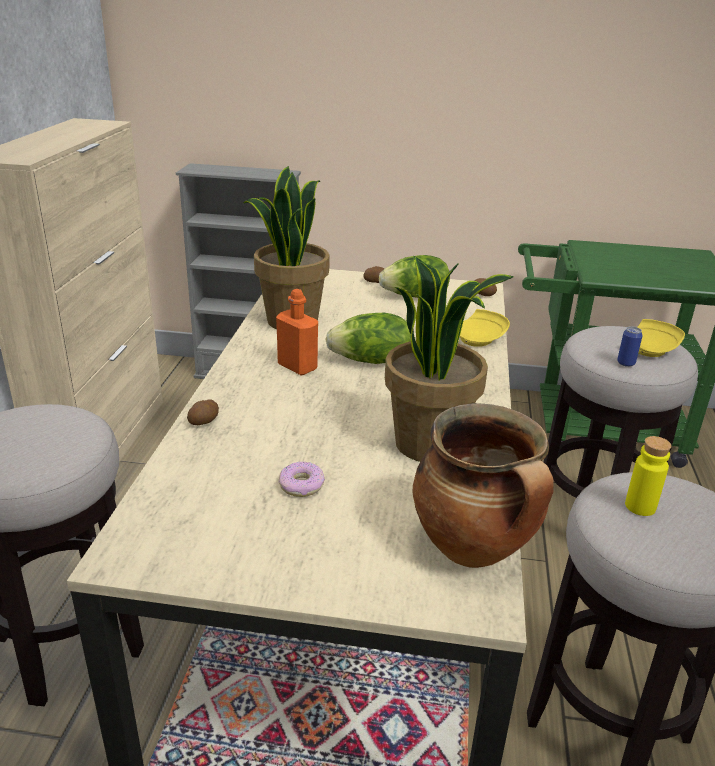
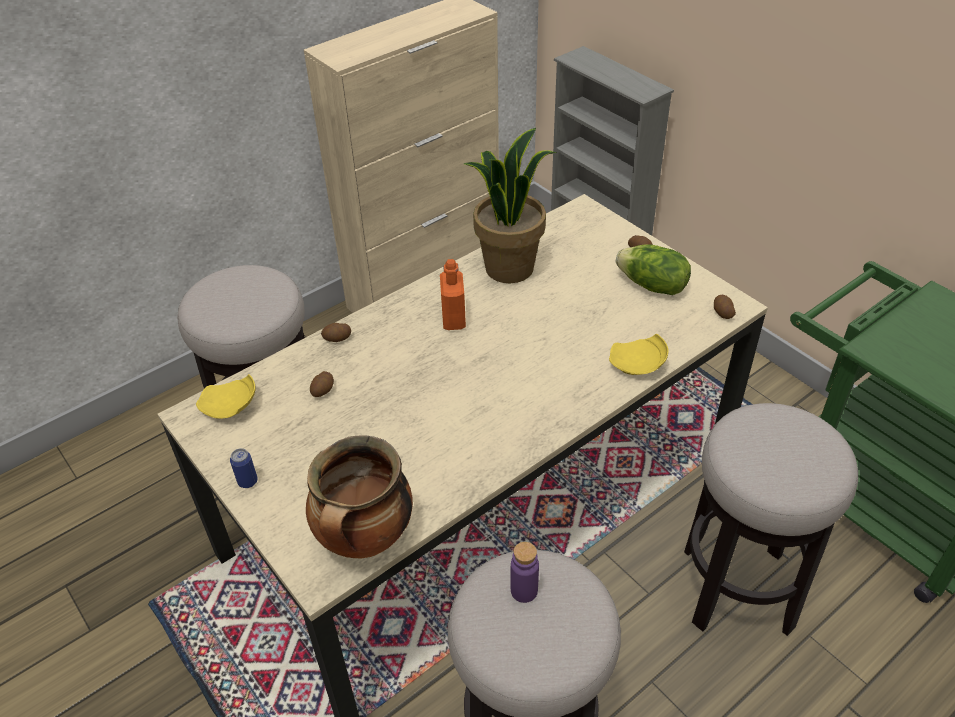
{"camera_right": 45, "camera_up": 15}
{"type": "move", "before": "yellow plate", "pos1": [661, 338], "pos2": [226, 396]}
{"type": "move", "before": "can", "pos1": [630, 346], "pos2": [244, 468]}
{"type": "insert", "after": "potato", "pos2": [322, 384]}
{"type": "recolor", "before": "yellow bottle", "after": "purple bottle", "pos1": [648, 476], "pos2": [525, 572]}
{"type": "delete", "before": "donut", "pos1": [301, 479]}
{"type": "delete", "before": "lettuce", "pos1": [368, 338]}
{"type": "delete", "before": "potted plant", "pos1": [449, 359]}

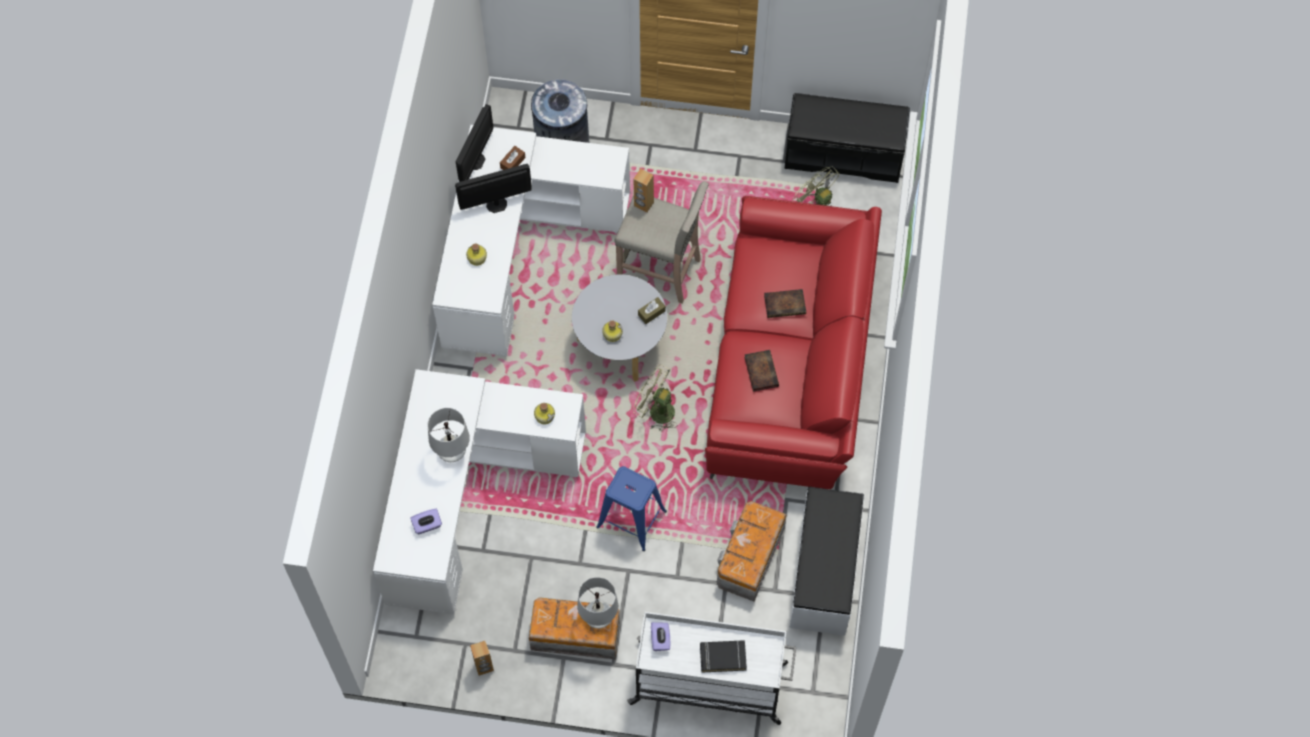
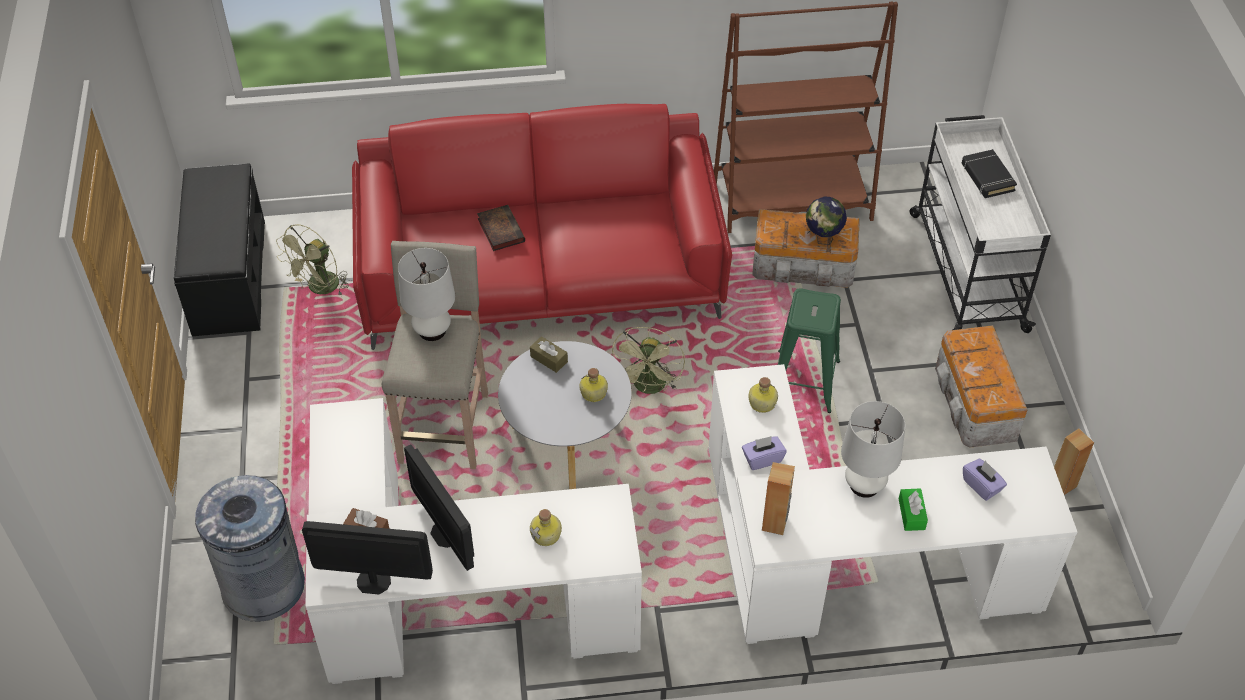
{"camera_right": -105, "camera_up": -15}
{"type": "move", "before": "white table lamp", "pos1": [597, 603], "pos2": [426, 294]}
{"type": "replace", "before": "white bench", "after": "brown bookcase", "pos1": [827, 561], "pos2": [806, 117]}
{"type": "move", "before": "purple tissue box", "pos1": [660, 636], "pos2": [764, 453]}
{"type": "move", "before": "brown speaker", "pos1": [644, 191], "pos2": [778, 498]}
{"type": "recolor", "before": "blue stool", "after": "green stool", "pos1": [631, 508], "pos2": [809, 350]}
{"type": "insert", "after": "globe", "pos2": [826, 220]}
{"type": "insert", "after": "green tissue box", "pos2": [913, 509]}
{"type": "delete", "before": "book", "pos1": [761, 371]}

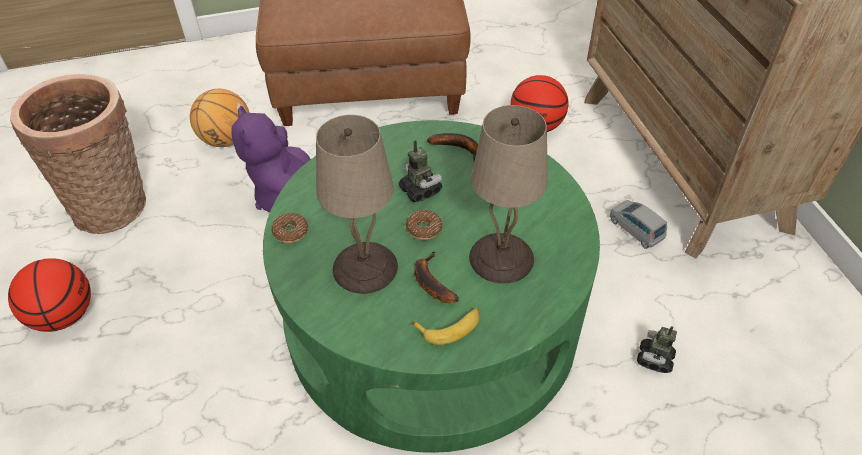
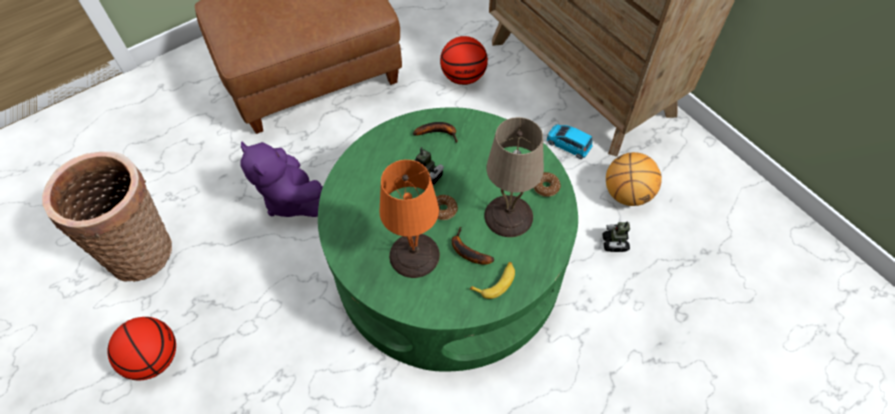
{"camera_right": -20, "camera_up": 10}
{"type": "recolor", "before": "beige table lamp", "after": "orange table lamp", "pos1": [357, 204], "pos2": [409, 219]}
{"type": "move", "before": "donut", "pos1": [290, 228], "pos2": [547, 184]}
{"type": "recolor", "before": "grey toy car", "after": "blue toy car", "pos1": [638, 224], "pos2": [570, 141]}
{"type": "move", "before": "basketball", "pos1": [219, 118], "pos2": [634, 179]}

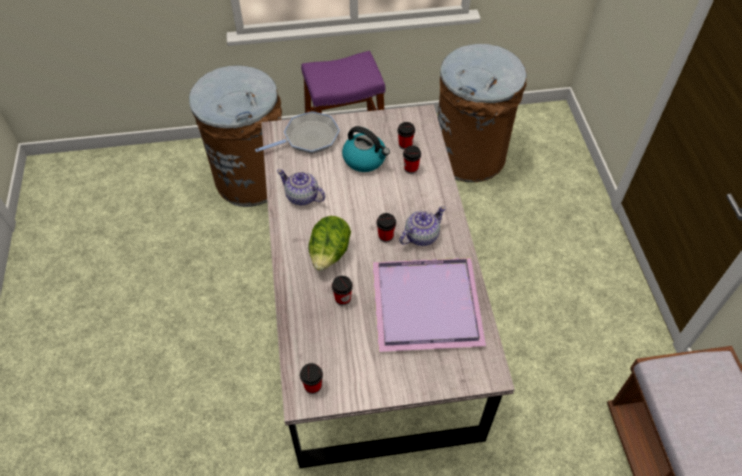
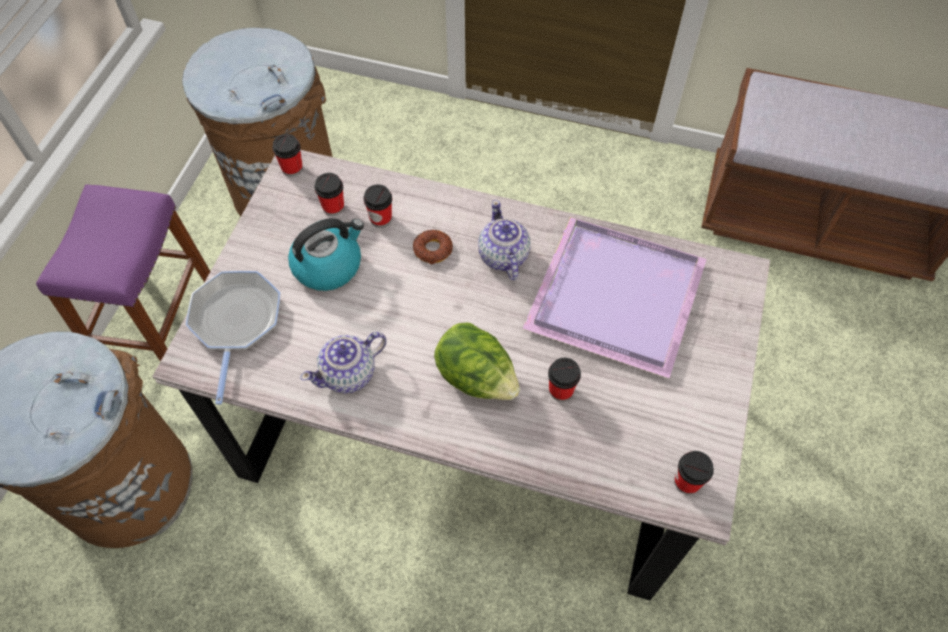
{"camera_right": -65, "camera_up": 5}
{"type": "move", "before": "cup", "pos1": [386, 227], "pos2": [287, 155]}
{"type": "insert", "after": "donut", "pos2": [433, 247]}

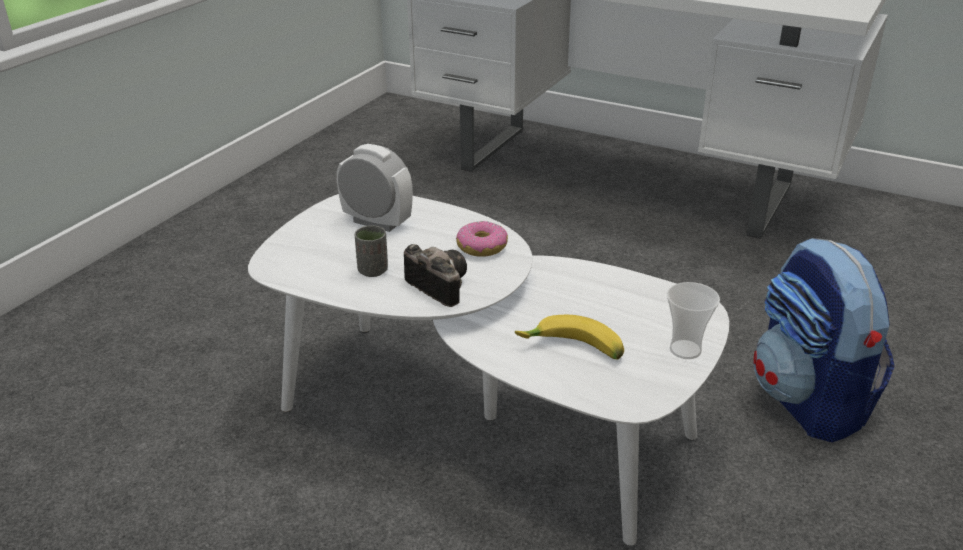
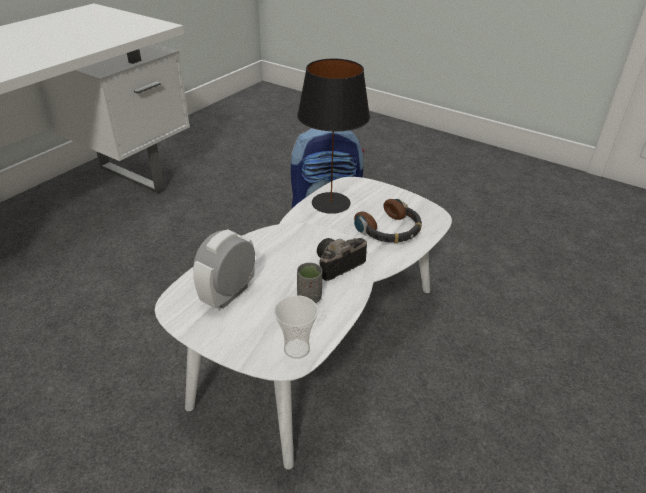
{"camera_right": -85, "camera_up": 5}
{"type": "move", "before": "cup", "pos1": [693, 320], "pos2": [296, 327]}
{"type": "insert", "after": "black table lamp", "pos2": [333, 136]}
{"type": "replace", "before": "banana", "after": "headphones", "pos1": [569, 337], "pos2": [388, 221]}
{"type": "delete", "before": "donut", "pos1": [482, 239]}

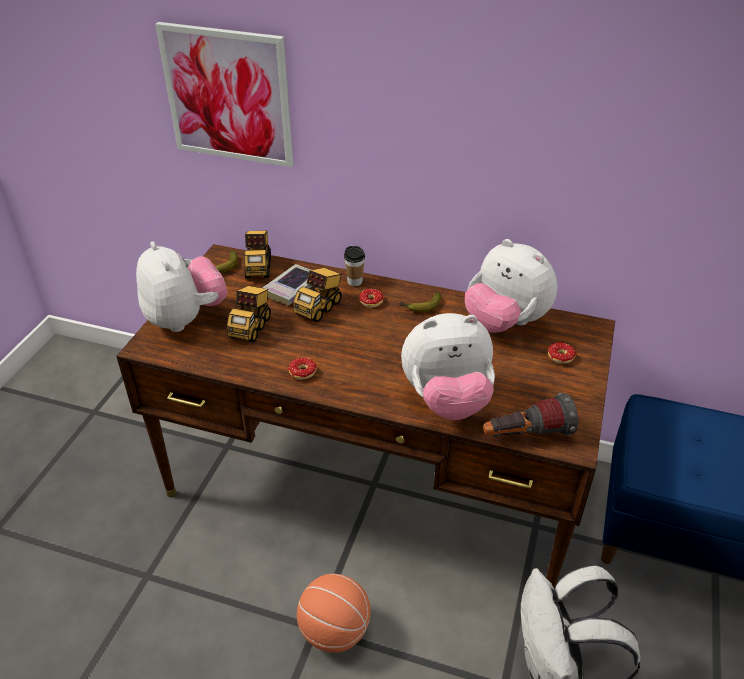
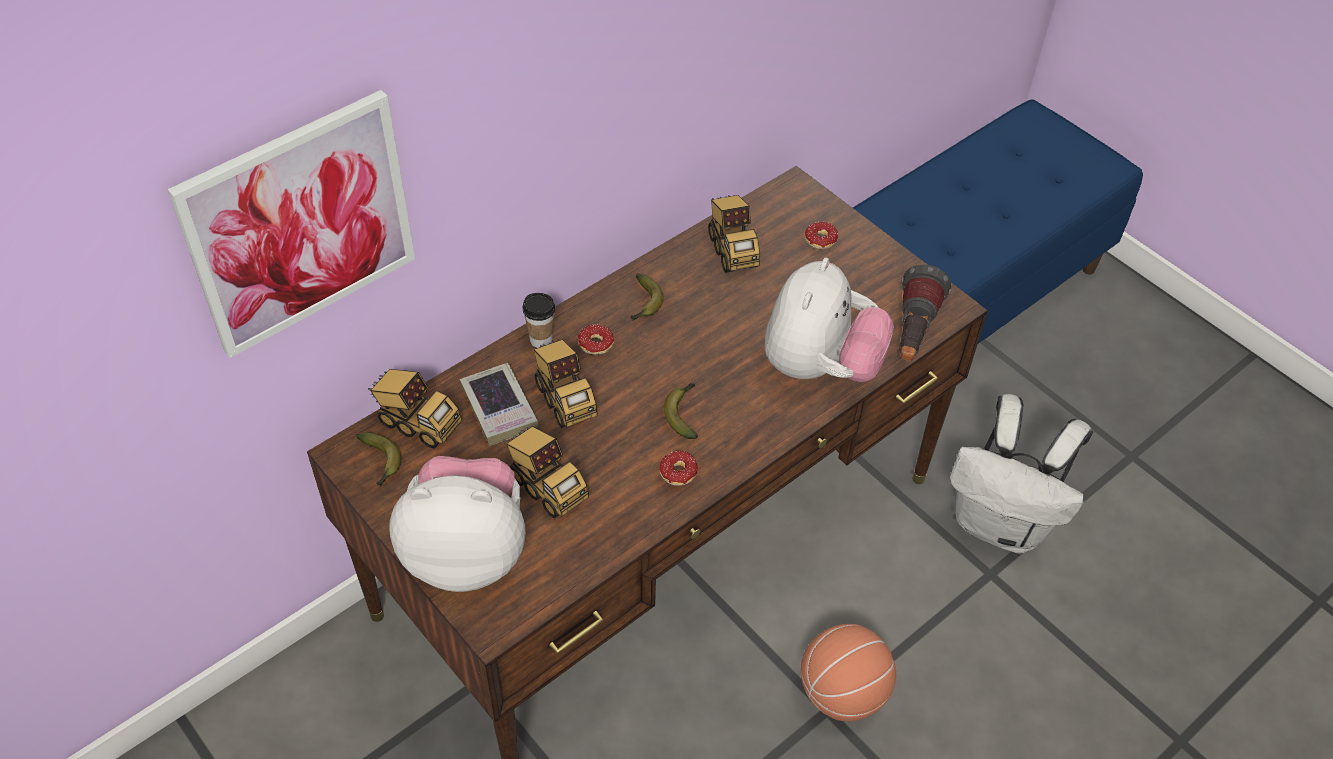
{"camera_right": -60, "camera_up": 10}
{"type": "insert", "after": "banana", "pos2": [681, 411]}
{"type": "replace", "before": "plush toy", "after": "toy truck", "pos1": [511, 286], "pos2": [734, 234]}

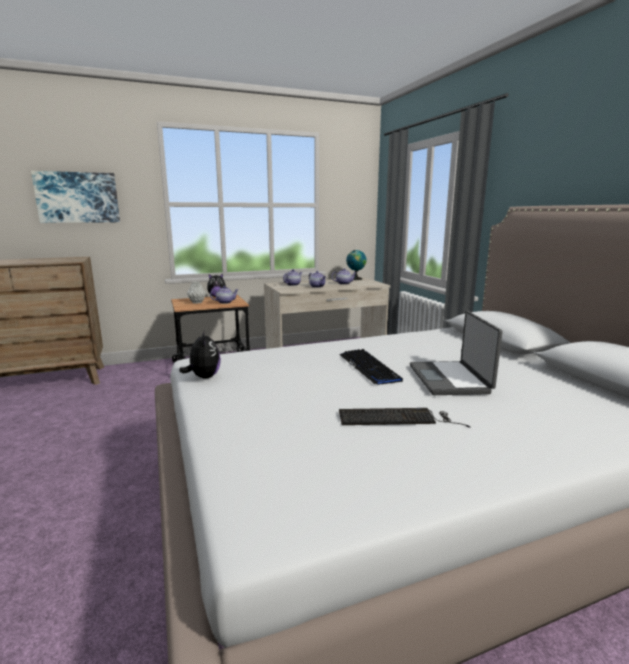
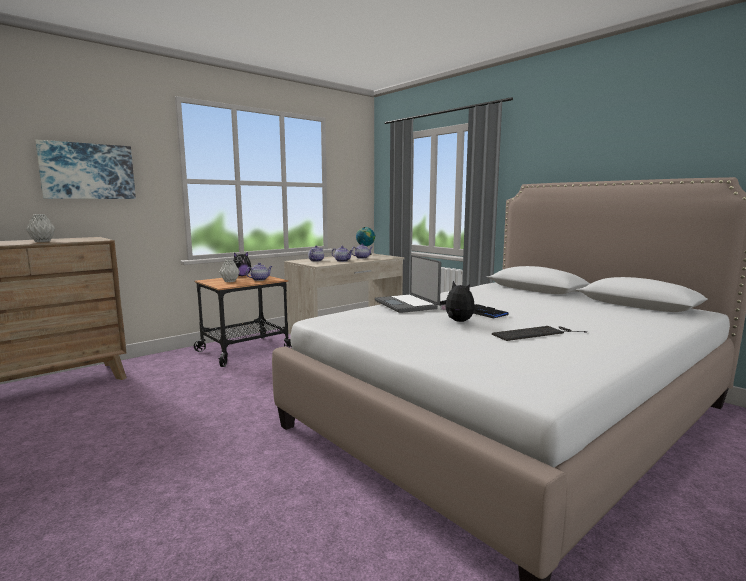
{"camera_right": -20, "camera_up": -5}
{"type": "insert", "after": "grey vase", "pos2": [41, 228]}
{"type": "move", "before": "laptop", "pos1": [456, 353], "pos2": [408, 284]}
{"type": "move", "before": "plush toy", "pos1": [200, 354], "pos2": [457, 301]}

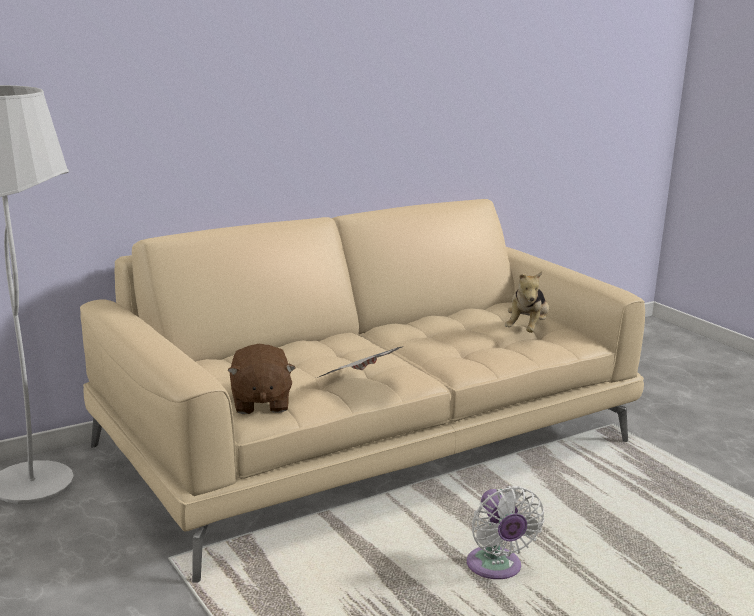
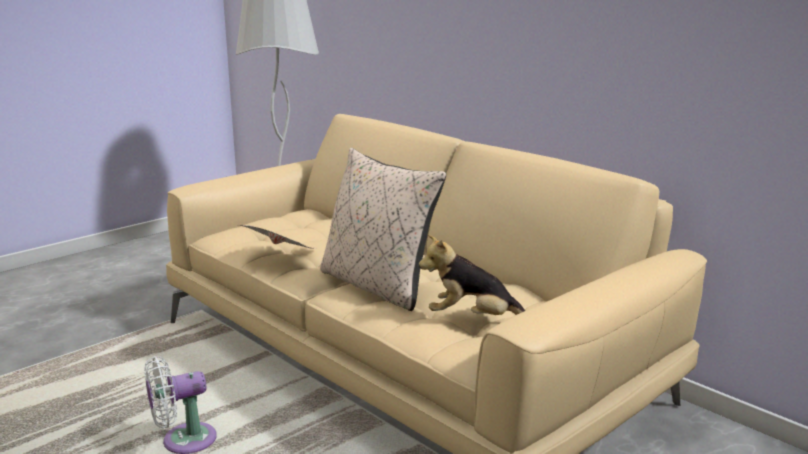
{"camera_right": 80, "camera_up": 0}
{"type": "insert", "after": "beige pillow", "pos2": [383, 229]}
{"type": "delete", "before": "brown plush toy", "pos1": [261, 379]}

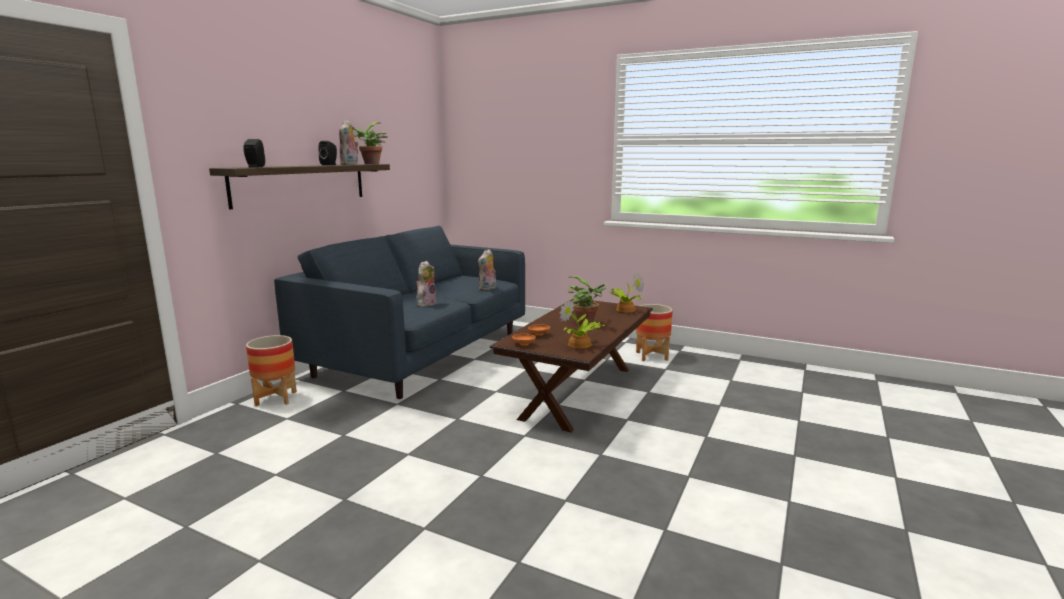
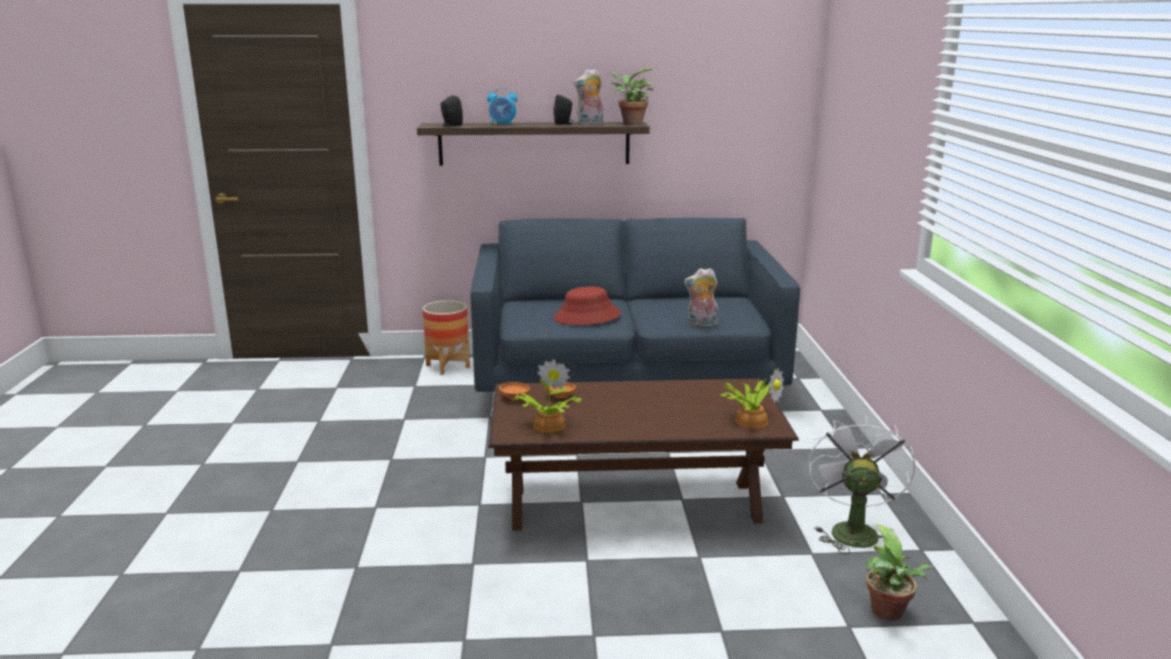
{"camera_right": 60, "camera_up": 5}
{"type": "insert", "after": "alarm clock", "pos2": [502, 107]}
{"type": "replace", "before": "plush toy", "after": "red hat", "pos1": [426, 284], "pos2": [587, 306]}
{"type": "replace", "before": "planter", "after": "white fan", "pos1": [654, 332], "pos2": [861, 484]}
{"type": "move", "before": "potted plant", "pos1": [588, 300], "pos2": [900, 573]}

